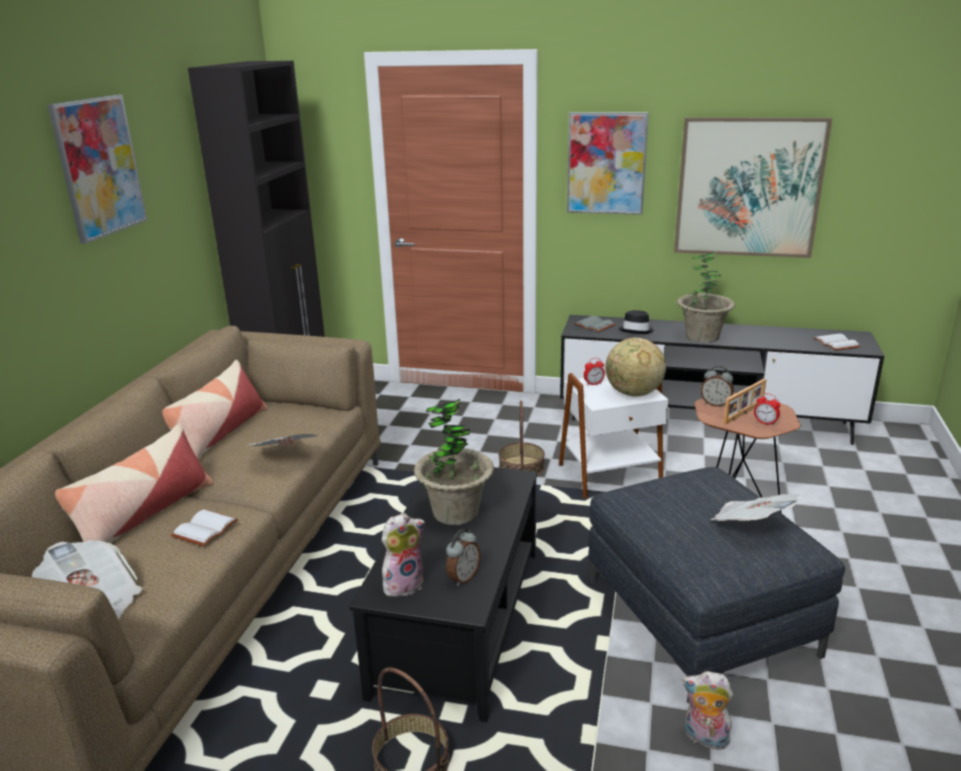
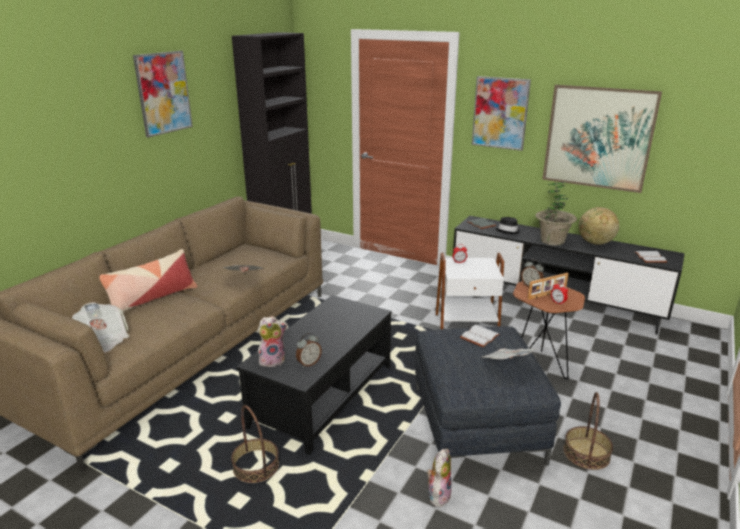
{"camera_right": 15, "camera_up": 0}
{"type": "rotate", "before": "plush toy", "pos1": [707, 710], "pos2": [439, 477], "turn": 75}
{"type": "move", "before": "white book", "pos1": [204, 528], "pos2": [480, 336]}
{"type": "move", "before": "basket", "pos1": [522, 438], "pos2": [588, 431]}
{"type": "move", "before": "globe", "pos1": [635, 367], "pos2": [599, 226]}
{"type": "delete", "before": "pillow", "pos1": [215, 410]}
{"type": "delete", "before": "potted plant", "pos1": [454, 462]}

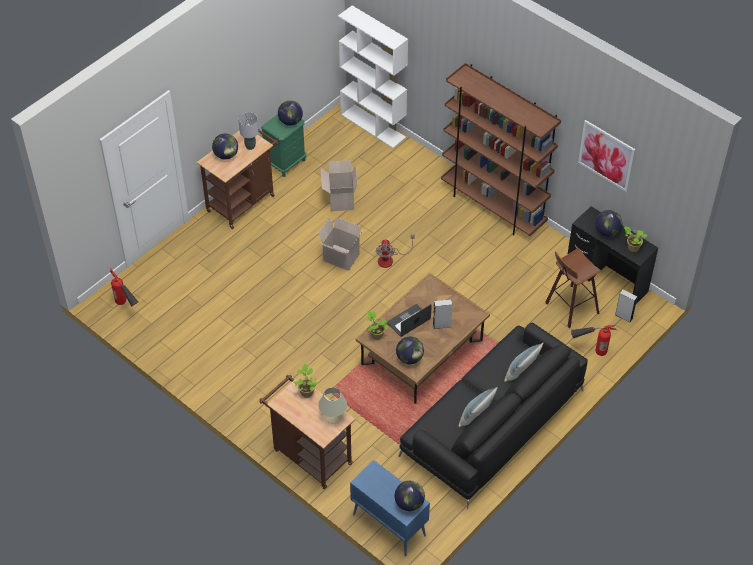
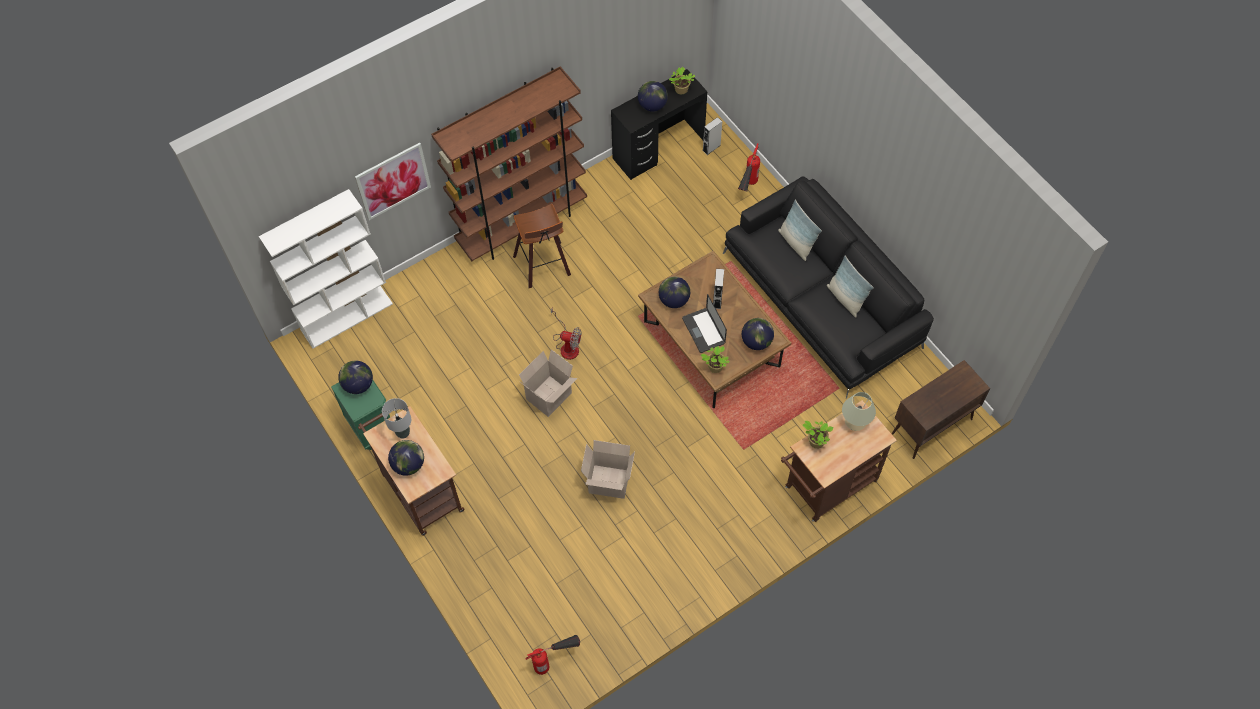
{"camera_right": -75, "camera_up": 10}
{"type": "move", "before": "picture", "pos1": [607, 156], "pos2": [393, 181]}
{"type": "move", "before": "stool", "pos1": [573, 288], "pos2": [542, 246]}
{"type": "move", "before": "cardboard box", "pos1": [339, 185], "pos2": [608, 469]}
{"type": "move", "before": "globe", "pos1": [410, 496], "pos2": [674, 292]}
{"type": "recolor", "before": "blue cabinet", "after": "brown cabinet", "pos1": [390, 508], "pos2": [941, 409]}

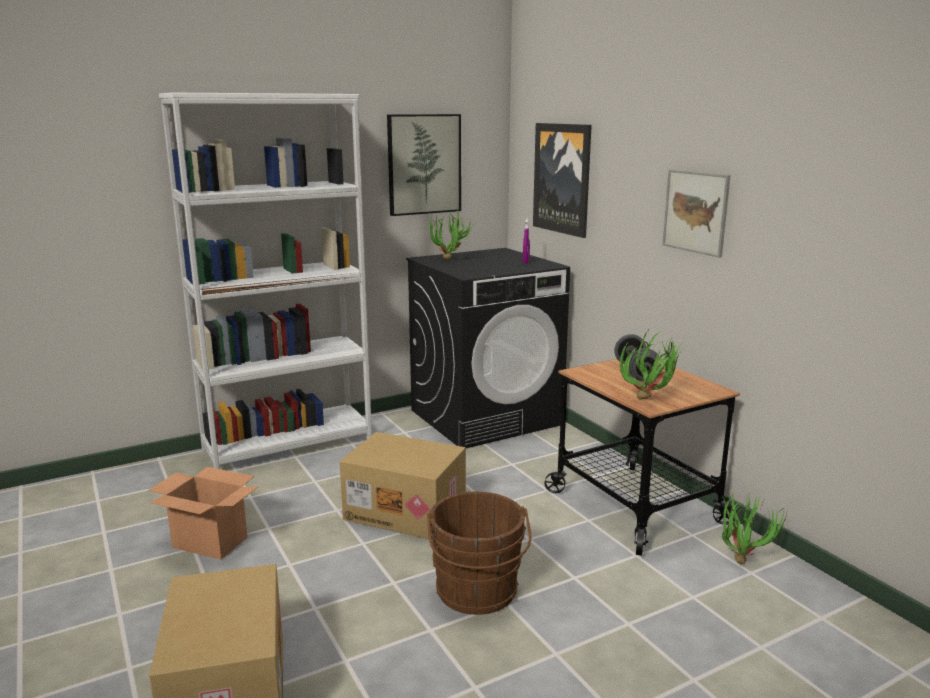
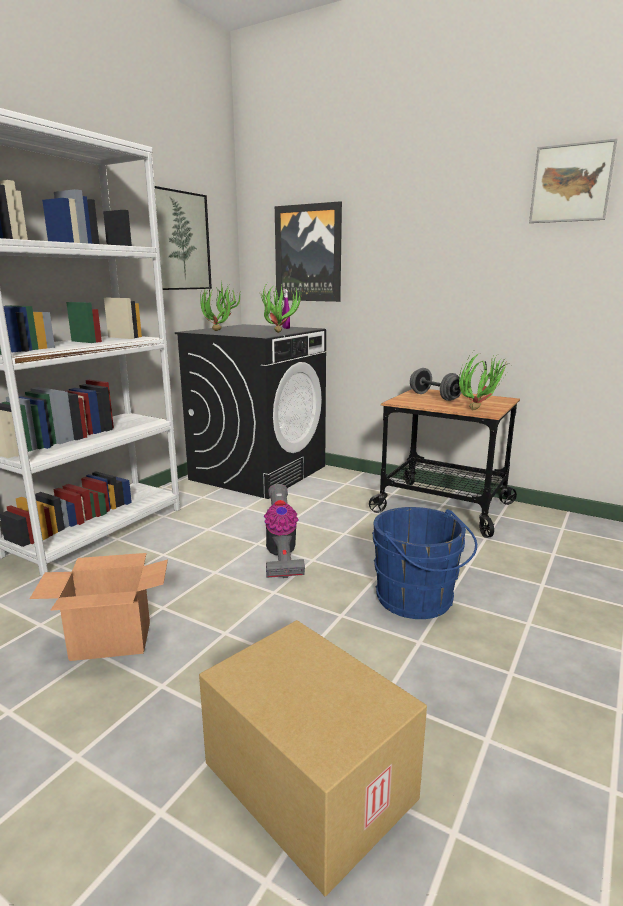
{"camera_right": -30, "camera_up": 0}
{"type": "move", "before": "potted plant", "pos1": [754, 529], "pos2": [281, 307]}
{"type": "replace", "before": "cardboard box", "after": "vacuum cleaner", "pos1": [403, 485], "pos2": [284, 531]}
{"type": "recolor", "before": "brown bucket", "after": "blue bucket", "pos1": [479, 553], "pos2": [424, 563]}
{"type": "move", "before": "picture", "pos1": [696, 213], "pos2": [573, 180]}

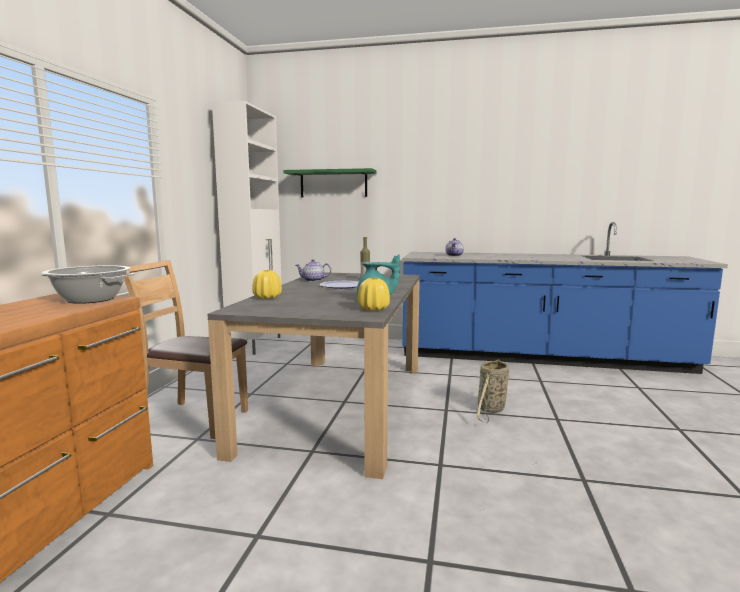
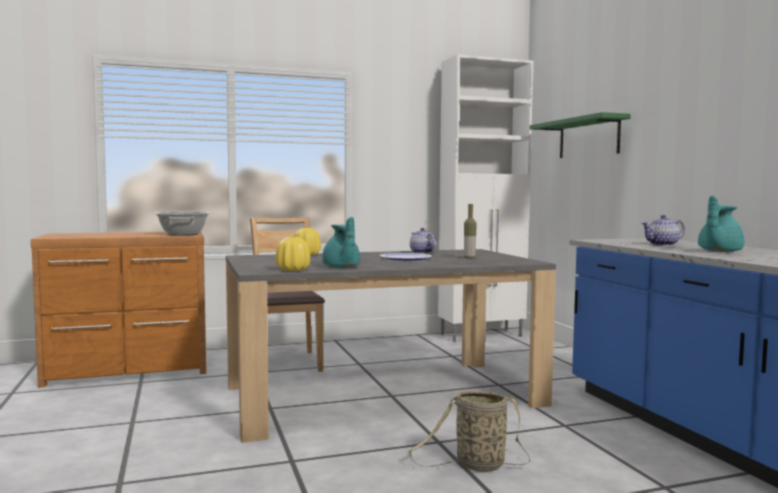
{"camera_right": 60, "camera_up": -5}
{"type": "insert", "after": "turquoise teapot", "pos2": [721, 224]}

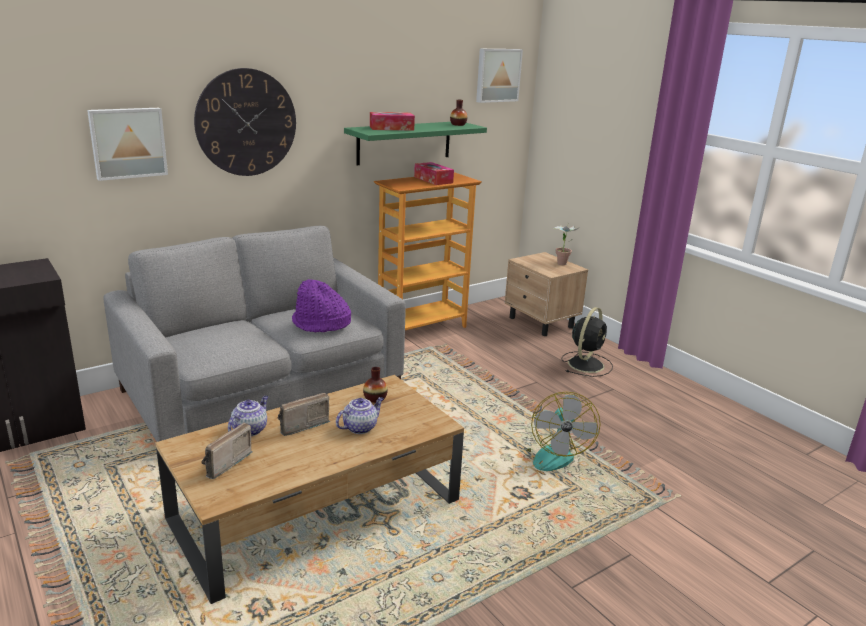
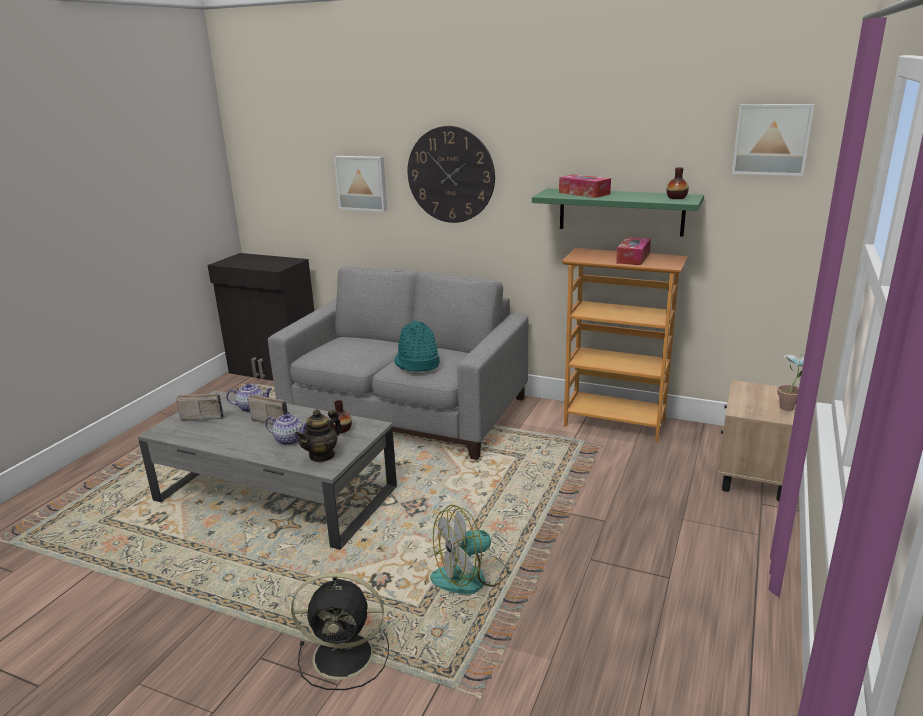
{"camera_right": 60, "camera_up": 0}
{"type": "recolor", "before": "brown coffee table", "after": "grey coffee table", "pos1": [309, 489], "pos2": [267, 470]}
{"type": "move", "before": "black fan", "pos1": [587, 342], "pos2": [340, 631]}
{"type": "insert", "after": "teapot", "pos2": [318, 436]}
{"type": "recolor", "before": "purple hat", "after": "turquoise hat", "pos1": [321, 305], "pos2": [417, 346]}

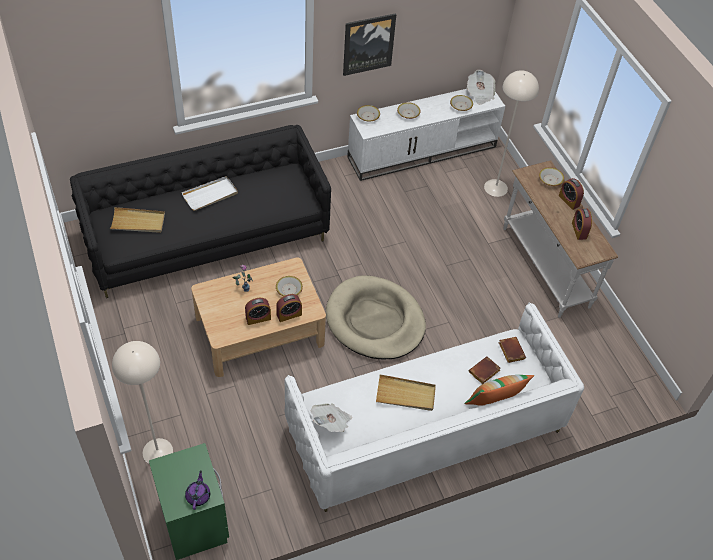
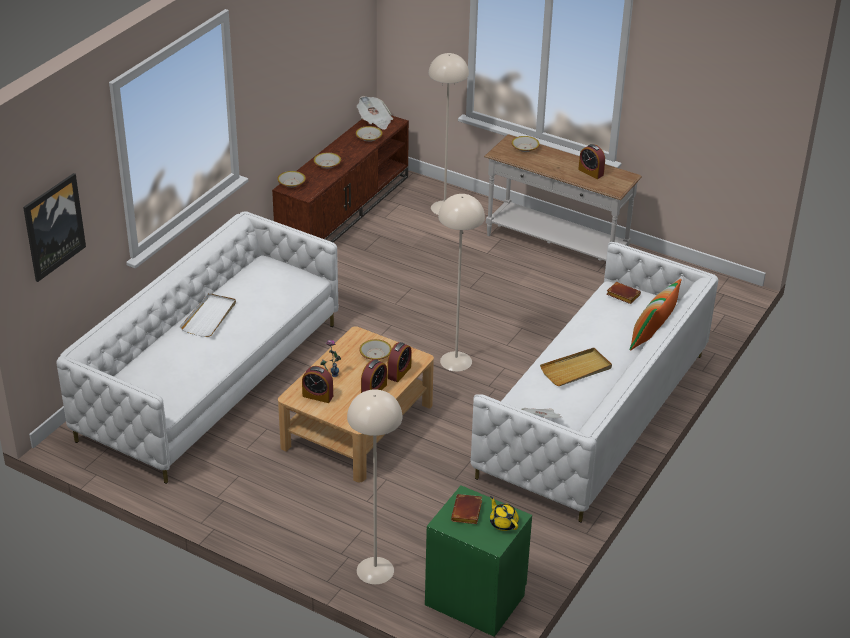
{"camera_right": -35, "camera_up": -15}
{"type": "move", "before": "picture", "pos1": [369, 44], "pos2": [54, 227]}
{"type": "recolor", "before": "black sofa", "after": "white sofa", "pos1": [200, 211], "pos2": [197, 347]}
{"type": "recolor", "before": "white tv stand", "after": "brown tv stand", "pos1": [426, 135], "pos2": [340, 179]}
{"type": "move", "before": "alarm clock", "pos1": [571, 194], "pos2": [317, 384]}
{"type": "replace", "before": "beige dog bed", "after": "beige floor lamp", "pos1": [376, 317], "pos2": [461, 283]}
{"type": "move", "before": "brown book", "pos1": [484, 370], "pos2": [466, 509]}
{"type": "recolor", "before": "purple teapot", "after": "yellow teapot", "pos1": [197, 490], "pos2": [504, 513]}
{"type": "delete", "before": "beige tray", "pos1": [137, 220]}

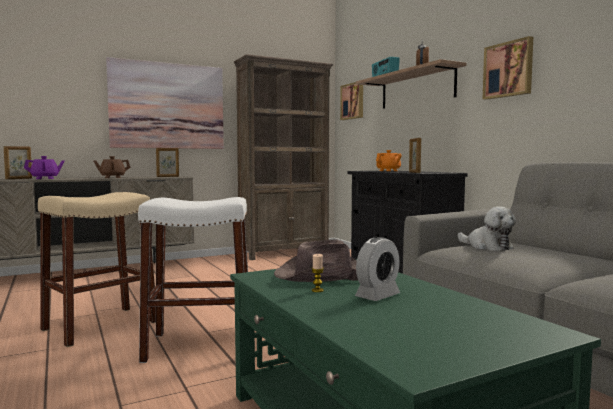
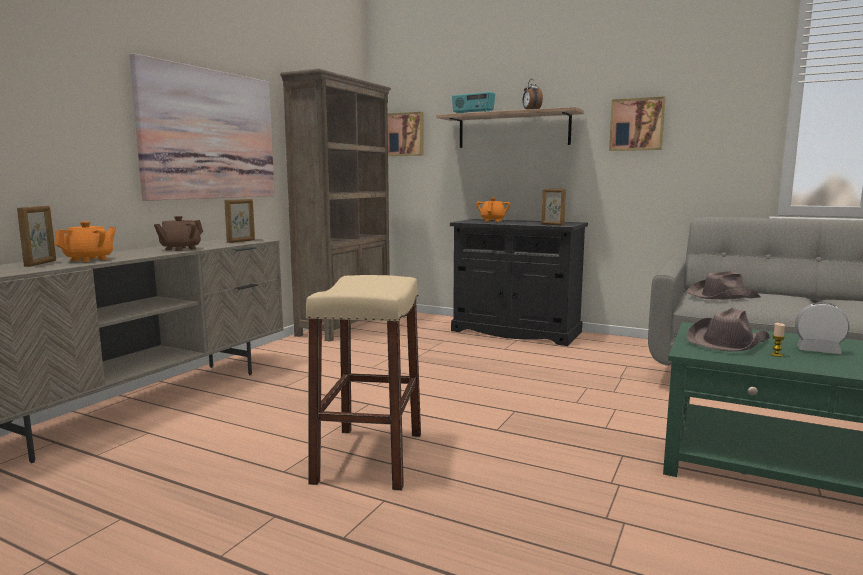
{"camera_right": -35, "camera_up": 5}
{"type": "recolor", "before": "purple teapot", "after": "orange teapot", "pos1": [44, 167], "pos2": [85, 241]}
{"type": "replace", "before": "plush toy", "after": "brown hat", "pos1": [486, 228], "pos2": [723, 285]}
{"type": "rotate", "before": "alarm clock", "pos1": [377, 269], "pos2": [822, 328], "turn": -75}
{"type": "delete", "before": "white stool", "pos1": [193, 280]}

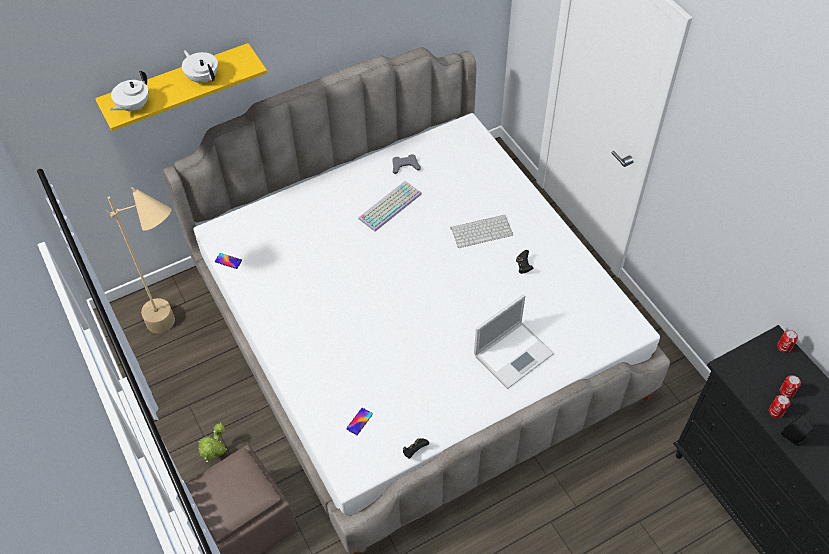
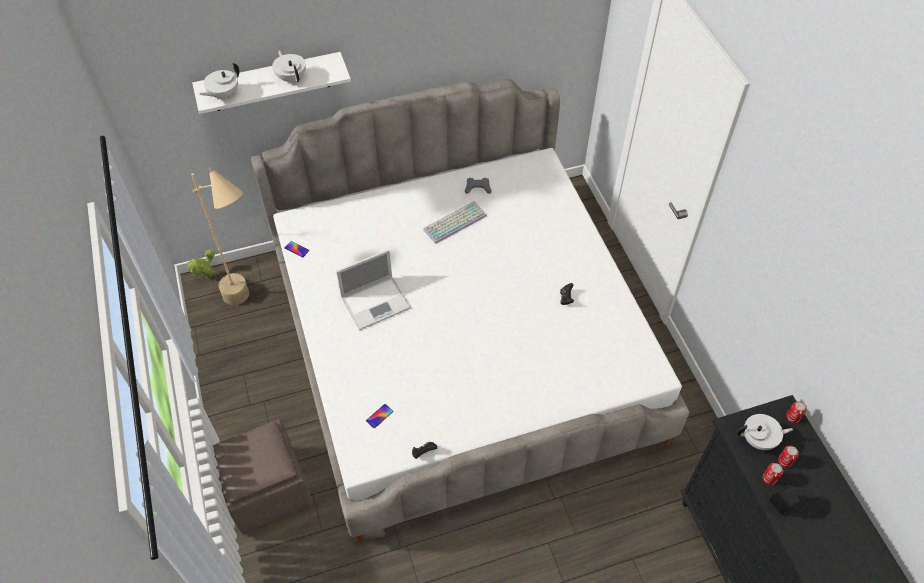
{"camera_right": 10, "camera_up": 0}
{"type": "move", "before": "potted plant", "pos1": [212, 442], "pos2": [201, 263]}
{"type": "recolor", "before": "yellow shelf", "after": "white shelf", "pos1": [181, 87], "pos2": [271, 83]}
{"type": "move", "before": "laptop", "pos1": [514, 341], "pos2": [373, 289]}
{"type": "insert", "after": "white teapot", "pos2": [765, 432]}
{"type": "delete", "before": "keyboard", "pos1": [481, 231]}

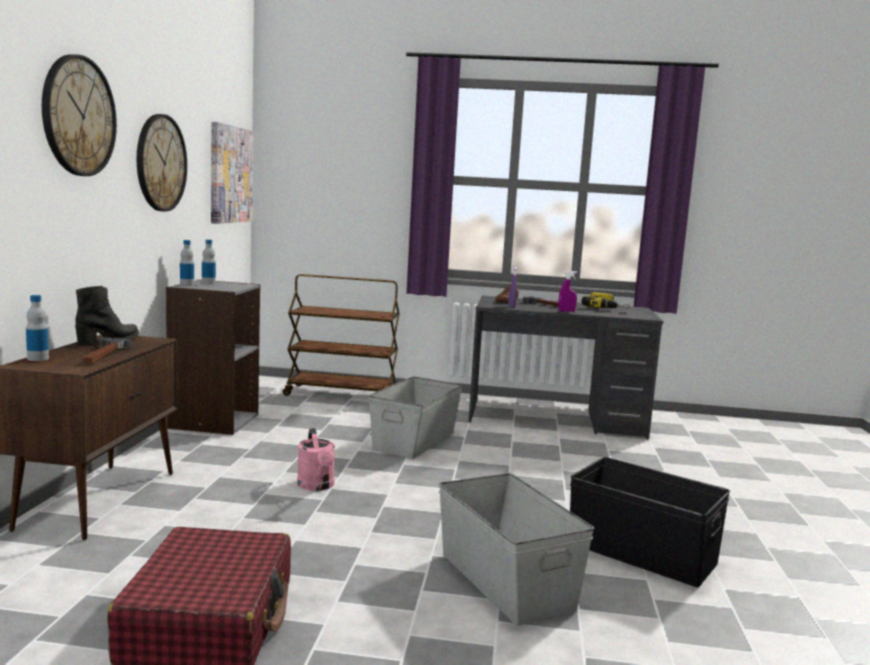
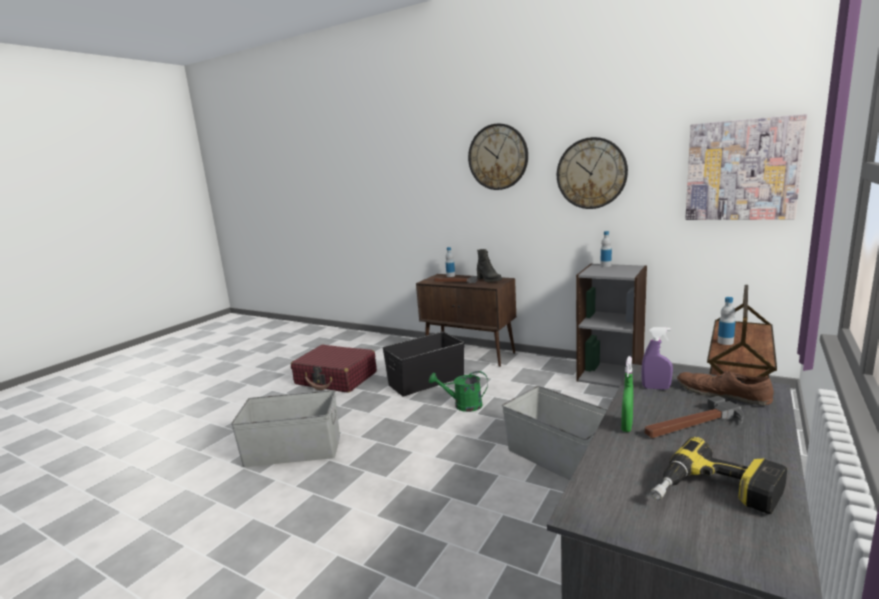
{"camera_right": 115, "camera_up": 5}
{"type": "move", "before": "black storage box", "pos1": [650, 522], "pos2": [424, 364]}
{"type": "recolor", "before": "pink watering can", "after": "green watering can", "pos1": [316, 459], "pos2": [458, 391]}
{"type": "recolor", "before": "purple spray bottle", "after": "green spray bottle", "pos1": [567, 291], "pos2": [627, 394]}
{"type": "move", "before": "bottle", "pos1": [209, 262], "pos2": [727, 321]}

